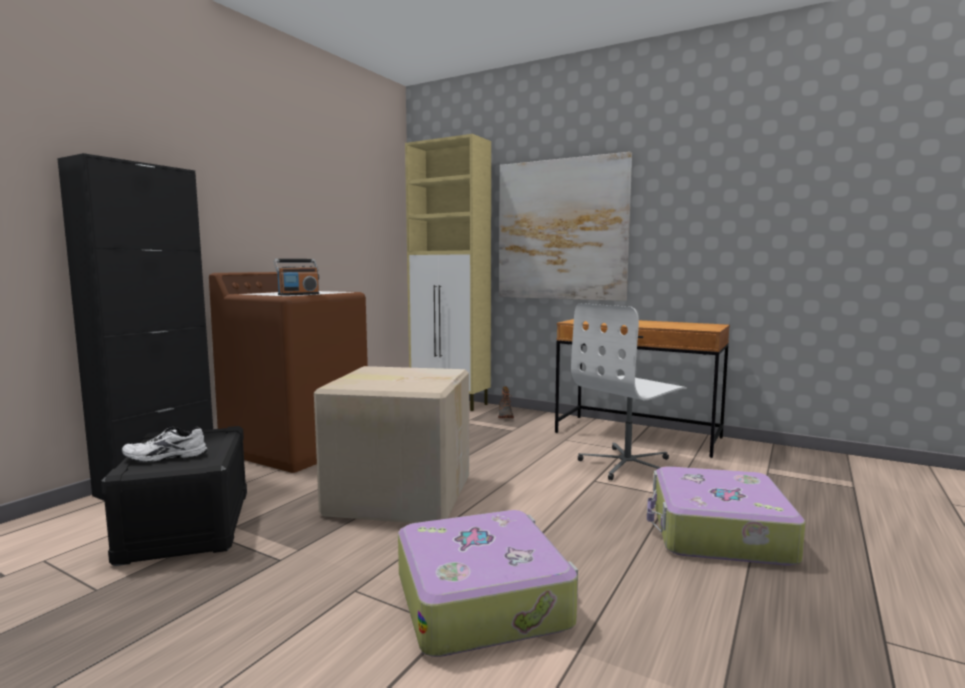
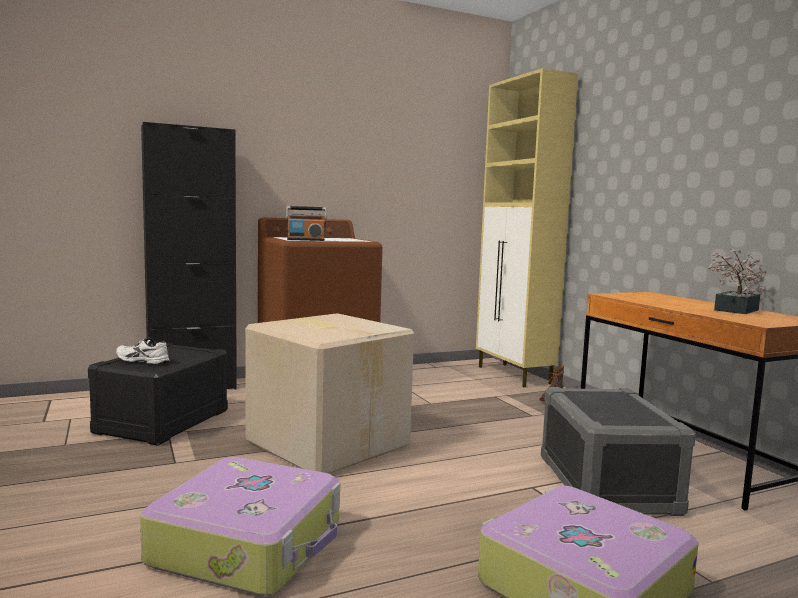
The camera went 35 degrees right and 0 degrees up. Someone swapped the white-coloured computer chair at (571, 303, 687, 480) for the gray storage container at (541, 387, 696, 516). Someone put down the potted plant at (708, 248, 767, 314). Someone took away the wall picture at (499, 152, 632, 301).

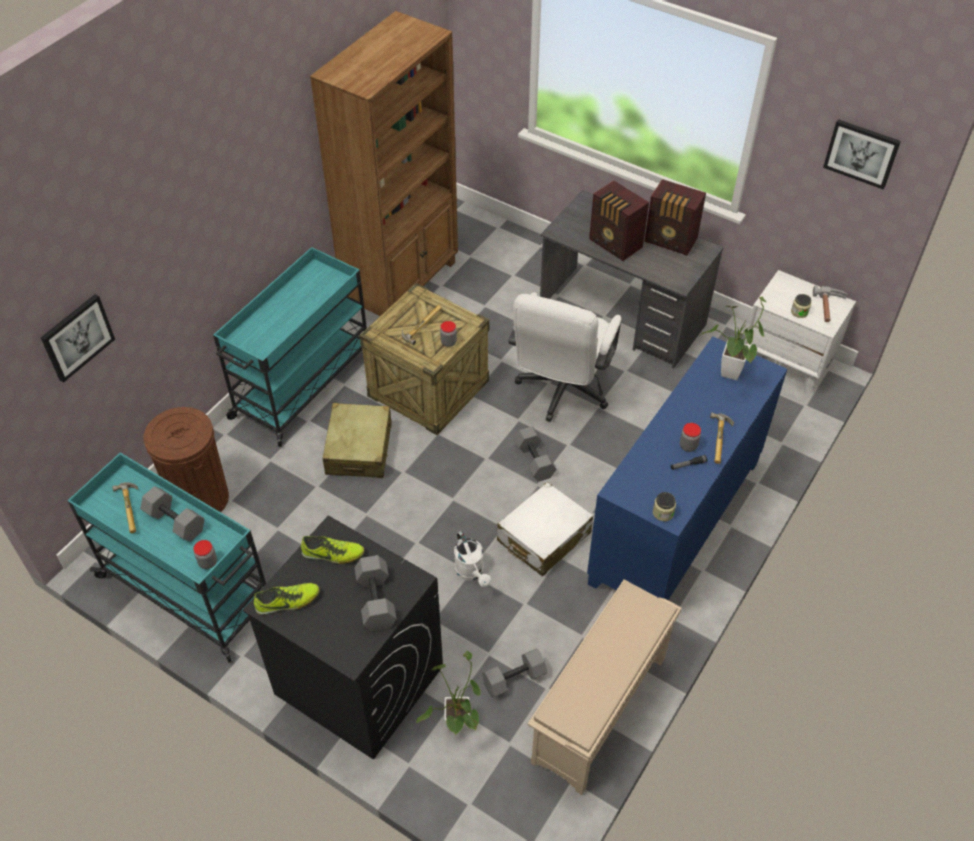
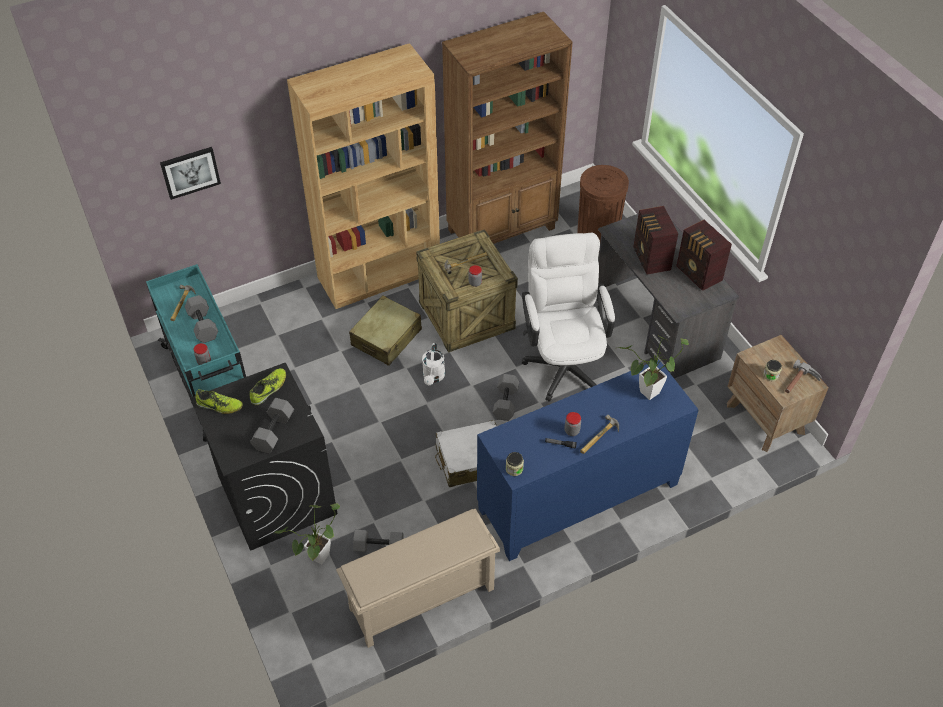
The camera went 30 degrees right and 0 degrees up. Someone rotated the shoe at (301, 536, 364, 564) by 90 degrees counterclockwise. Someone swapped the turquoise cart at (213, 247, 367, 447) for the brown-coloured bookcase at (287, 43, 440, 309). Someone carried the white-coloured watering can from (454, 531, 491, 587) to (422, 343, 445, 385). Someone rotated the white-coloured computer chair at (508, 292, 621, 422) by 120 degrees clockwise. Someone carried the brown-coloured trash can from (143, 407, 229, 512) to (577, 165, 629, 241). Someone repainted the white-coloured nightstand at (744, 270, 856, 395), which became the brown-coloured nightstand at (727, 335, 829, 452). Someone took away the wall picture at (823, 119, 901, 189).

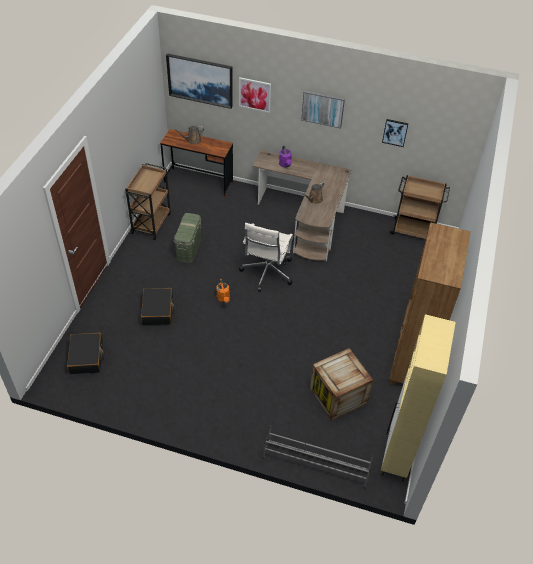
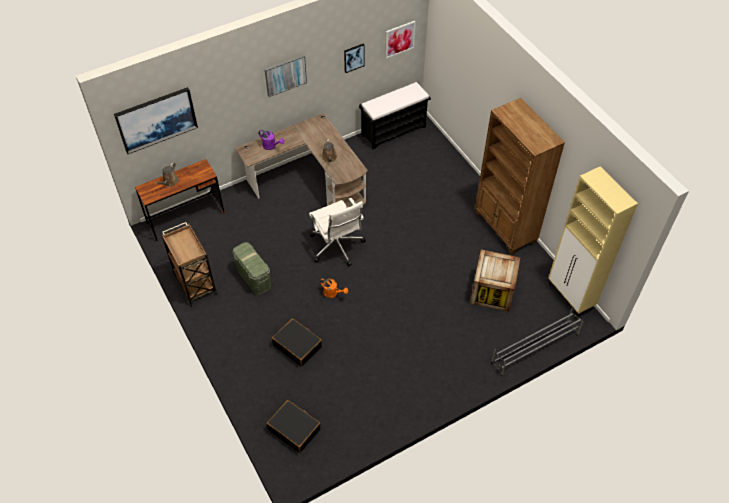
The camera went 45 degrees left and 5 degrees up. Someone swapped the brown-coloured cart at (389, 175, 450, 239) for the black long seat at (359, 82, 431, 150). Someone carried the wall picture from (239, 77, 272, 113) to (385, 21, 416, 59).

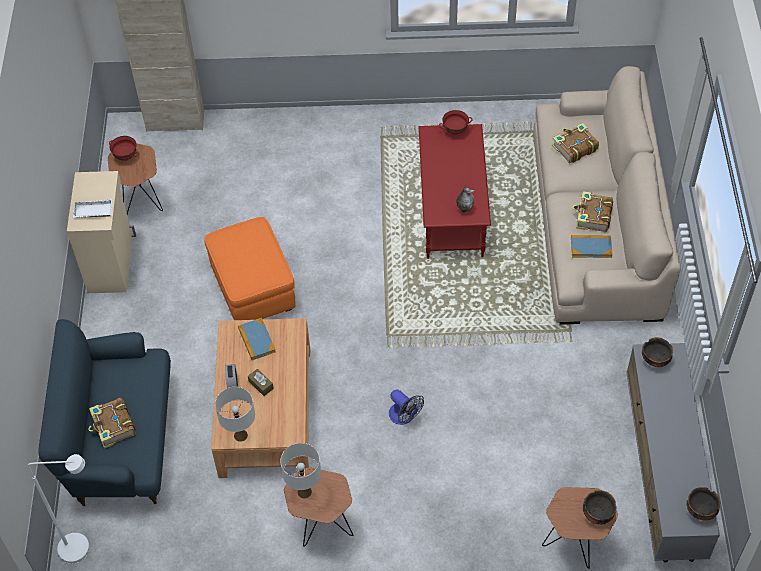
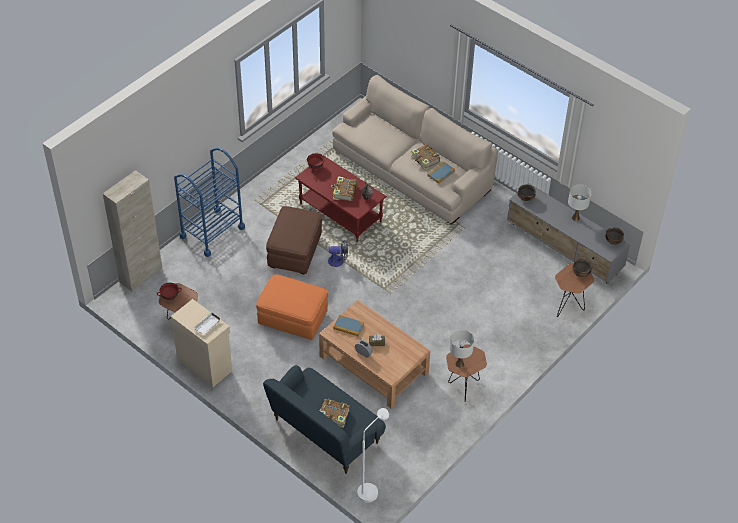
The camera went 50 degrees left and 5 degrees down. Someone put down the blue cart at (174, 148, 245, 257). Someone put down the brown-coloured pouffe at (266, 206, 322, 274). Someone carried the electric fan from (389, 389, 424, 425) to (328, 240, 348, 267). Someone carried the book from (552, 123, 599, 163) to (331, 176, 357, 201). Someone carried the white-coloured lamp for a table from (215, 387, 255, 442) to (568, 185, 591, 221).

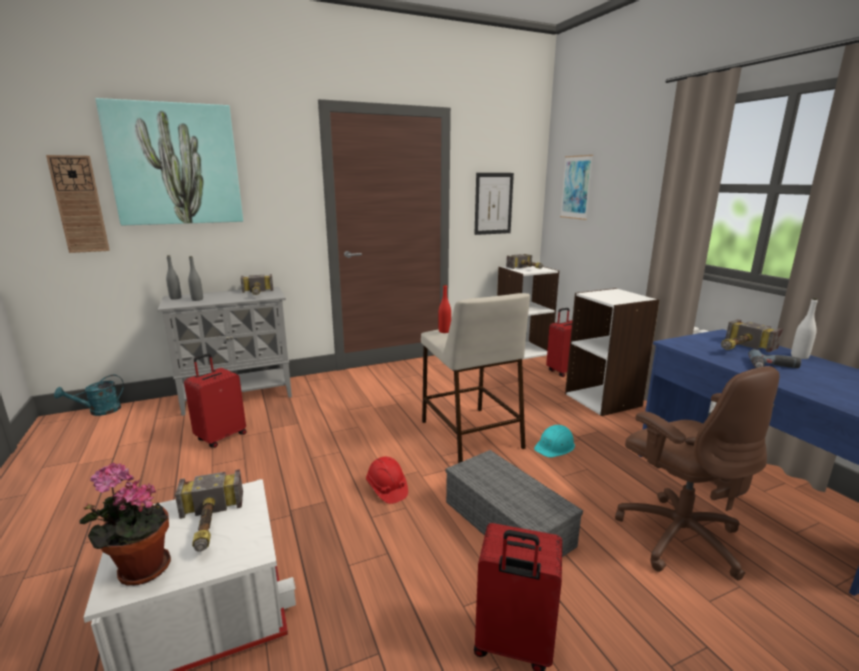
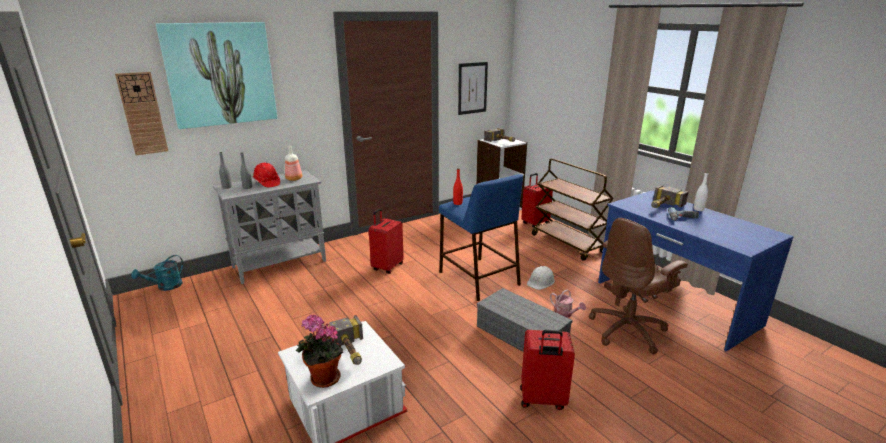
The camera went 10 degrees left and 5 degrees up. Someone carried the red-coloured hard hat from (366, 457, 408, 504) to (253, 163, 280, 187). Someone swapped the hand hammer at (240, 274, 273, 295) for the drink bottle at (285, 146, 302, 181). Someone carried the red-coloured piece of luggage from (184, 353, 247, 448) to (369, 208, 404, 274). Someone repainted the beige stool at (421, 293, 530, 463), which became the blue stool at (439, 174, 523, 301). Someone repainted the turquoise hard hat at (534, 425, 575, 458), which became the white-coloured hard hat at (527, 266, 555, 290). Someone swapped the white-coloured bookcase at (565, 288, 659, 416) for the brown-coloured cart at (532, 158, 614, 261). Someone put down the watering can at (550, 289, 586, 318). Someone rotated the brown-coloured computer chair at (615, 366, 780, 580) by 90 degrees clockwise. Someone took away the wall picture at (560, 155, 593, 220).

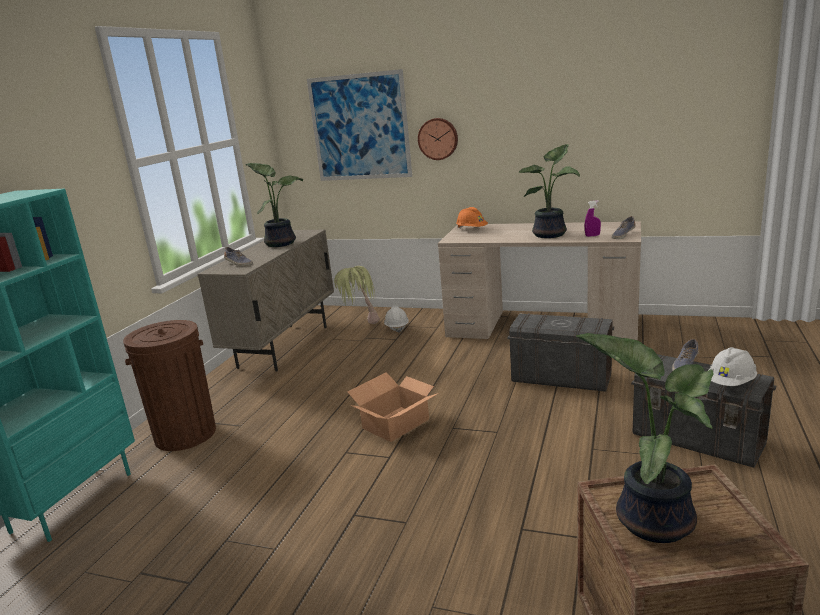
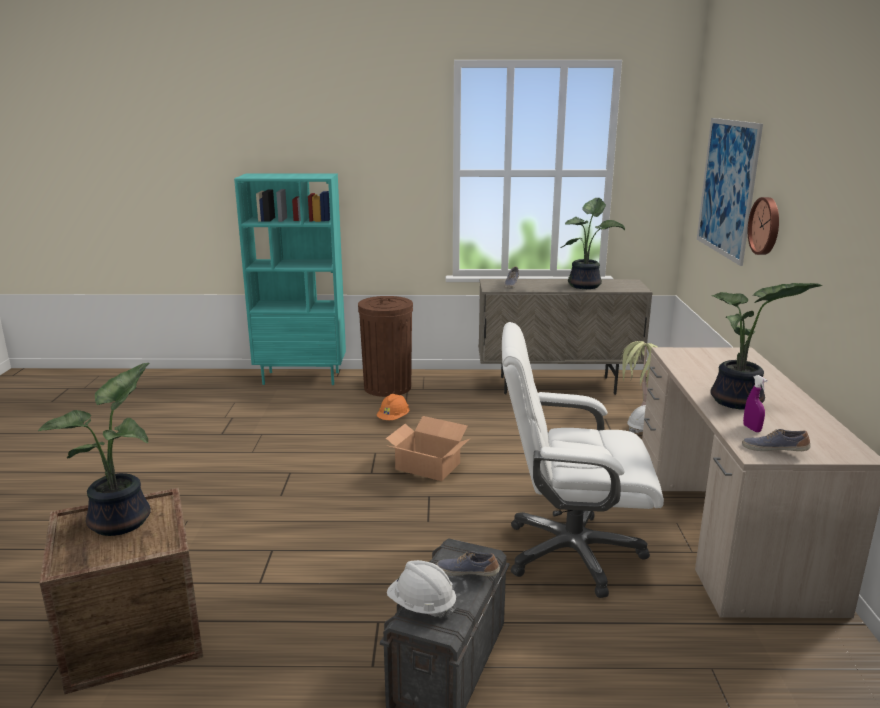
The camera went 70 degrees right and 0 degrees up. Someone carried the orange-coloured hard hat from (456, 207, 488, 229) to (377, 394, 409, 420). Someone swapped the gray storage container at (507, 313, 614, 392) for the white-coloured computer chair at (502, 322, 664, 598).

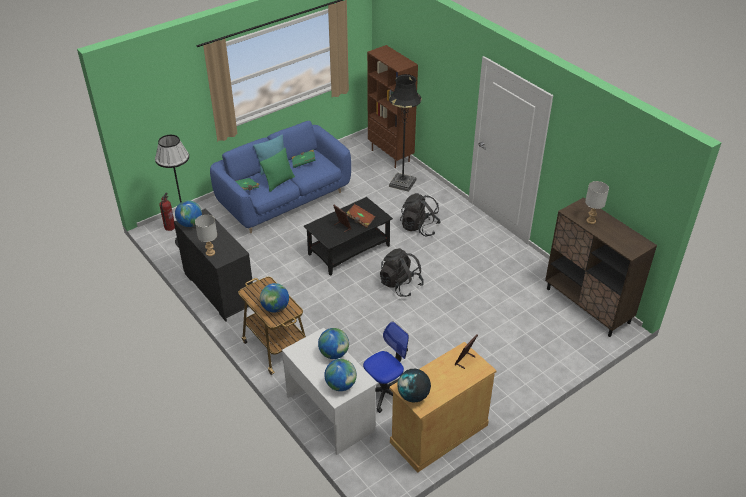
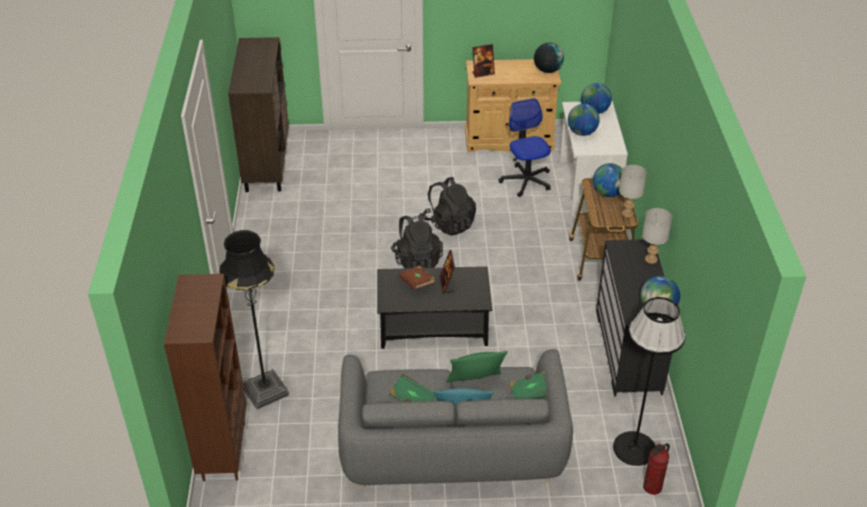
The camera went 145 degrees left and 0 degrees up. Someone repainted the blue couch at (210, 121, 351, 233), which became the gray couch at (338, 349, 573, 488). Someone carried the black backpack from (400, 193, 441, 236) to (423, 177, 476, 236). Someone rotated the computer chair at (363, 321, 409, 413) by 75 degrees clockwise. Someone carried the gray lamp for a table from (585, 181, 609, 224) to (619, 165, 647, 218).

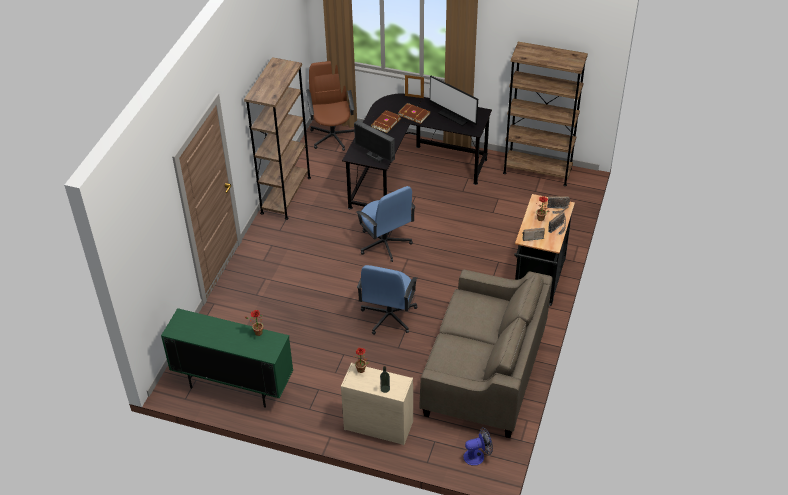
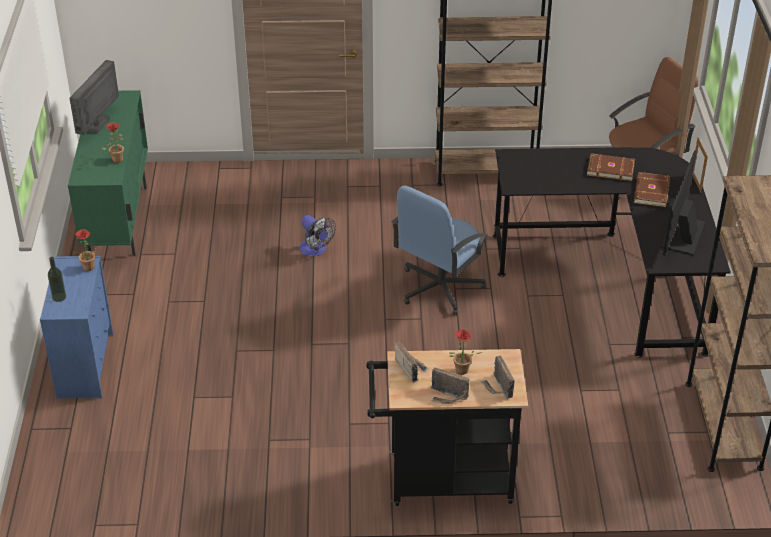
The camera went 70 degrees right and 5 degrees down. Someone repainted the beige dresser at (341, 363, 413, 445), which became the blue dresser at (40, 256, 113, 398). Someone carried the monitor from (354, 120, 395, 163) to (70, 60, 119, 135). Someone carried the electric fan from (463, 427, 493, 466) to (299, 215, 336, 257). Someone took away the blue computer chair at (357, 265, 418, 335). Someone took away the beige couch at (419, 270, 553, 438).

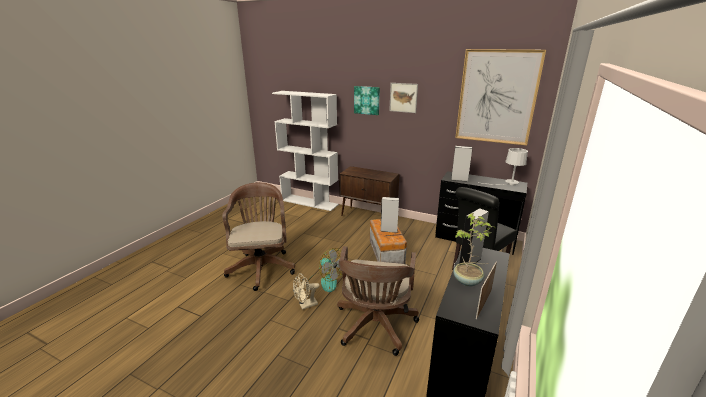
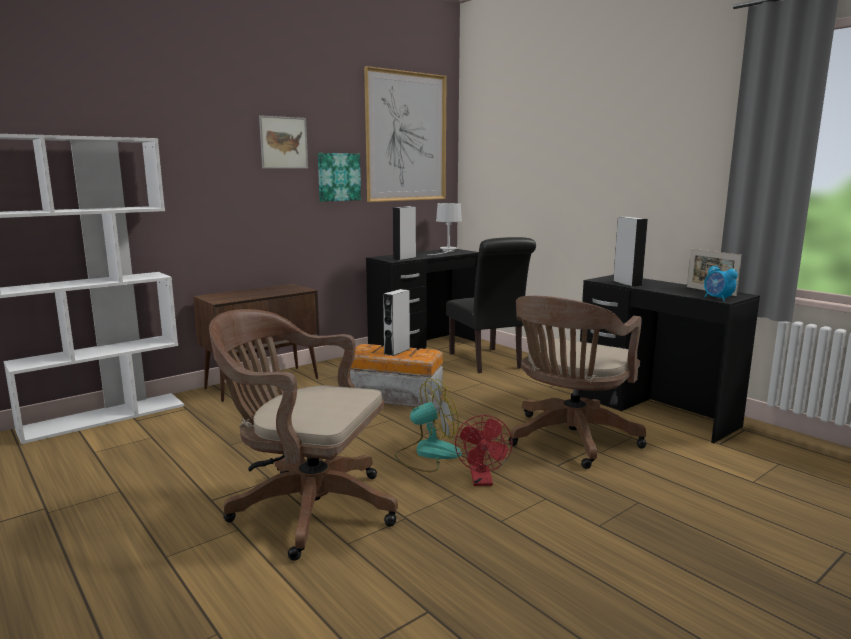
The camera went 65 degrees left and 10 degrees down. Someone carried the wall picture from (354, 86, 380, 115) to (318, 153, 361, 202). Someone repainted the beige electric fan at (293, 273, 320, 310), which became the red-coloured electric fan at (455, 415, 512, 486). Someone rotated the brown-coloured computer chair at (337, 246, 419, 356) by 90 degrees clockwise. Someone put down the alarm clock at (704, 262, 738, 301). Someone took away the potted plant at (453, 213, 496, 287).

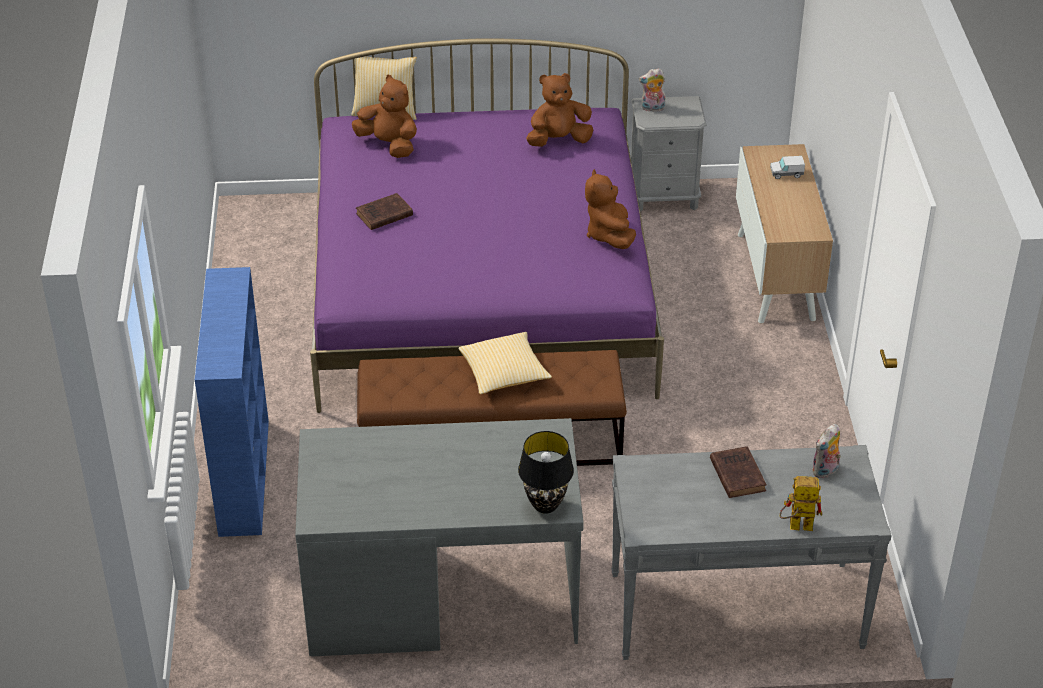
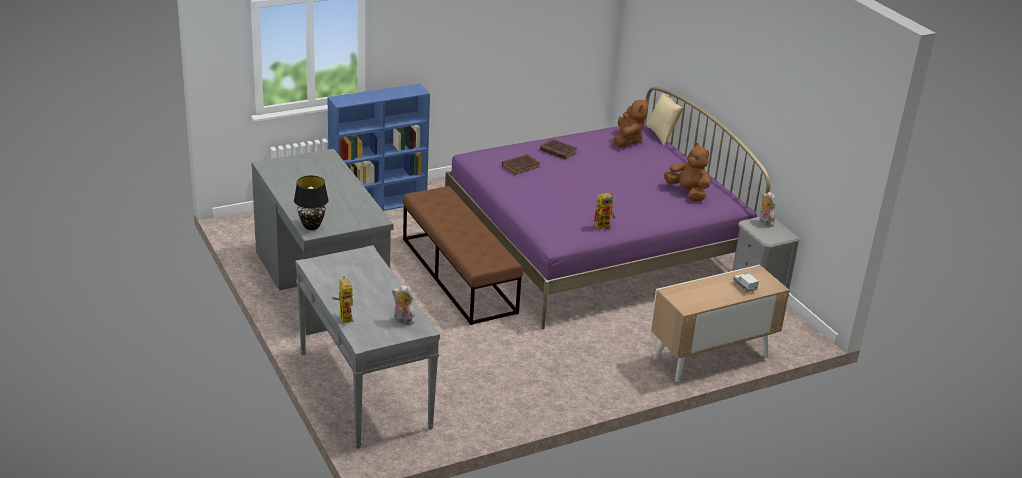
The camera went 65 degrees right and 10 degrees down. Someone carried the brown-coloured book from (710, 446, 767, 498) to (502, 154, 540, 175). Someone swapped the brown-coloured plush toy at (585, 169, 636, 249) for the model robot at (593, 192, 616, 230). Someone took away the cushion at (458, 332, 552, 394).

